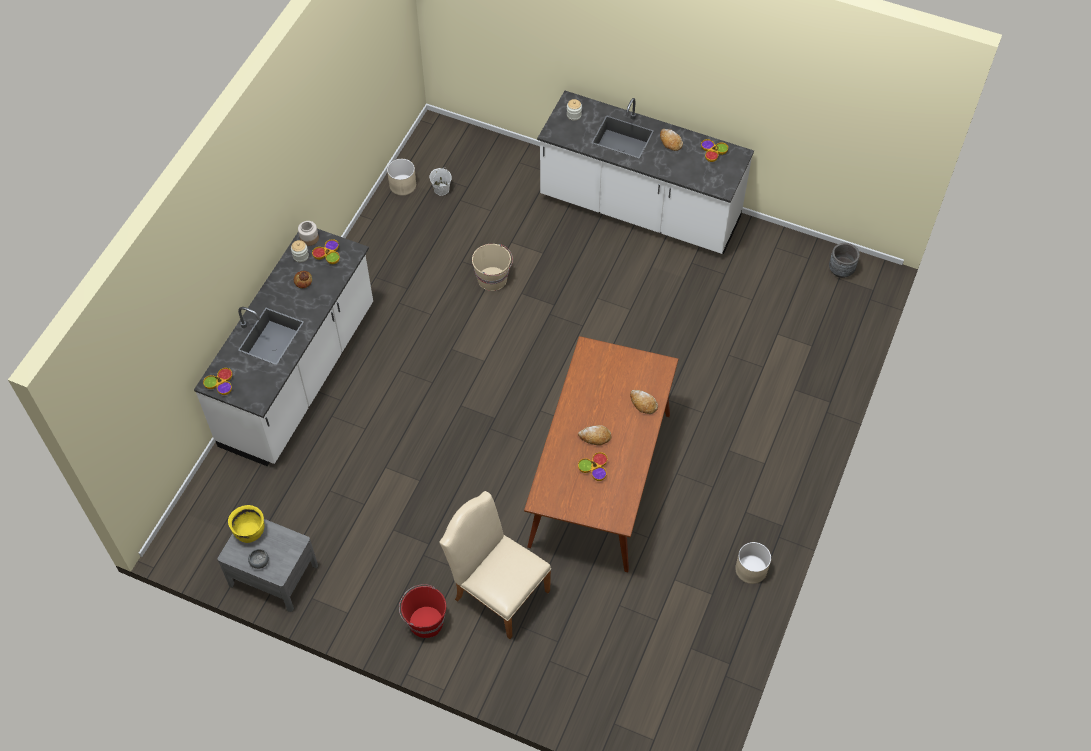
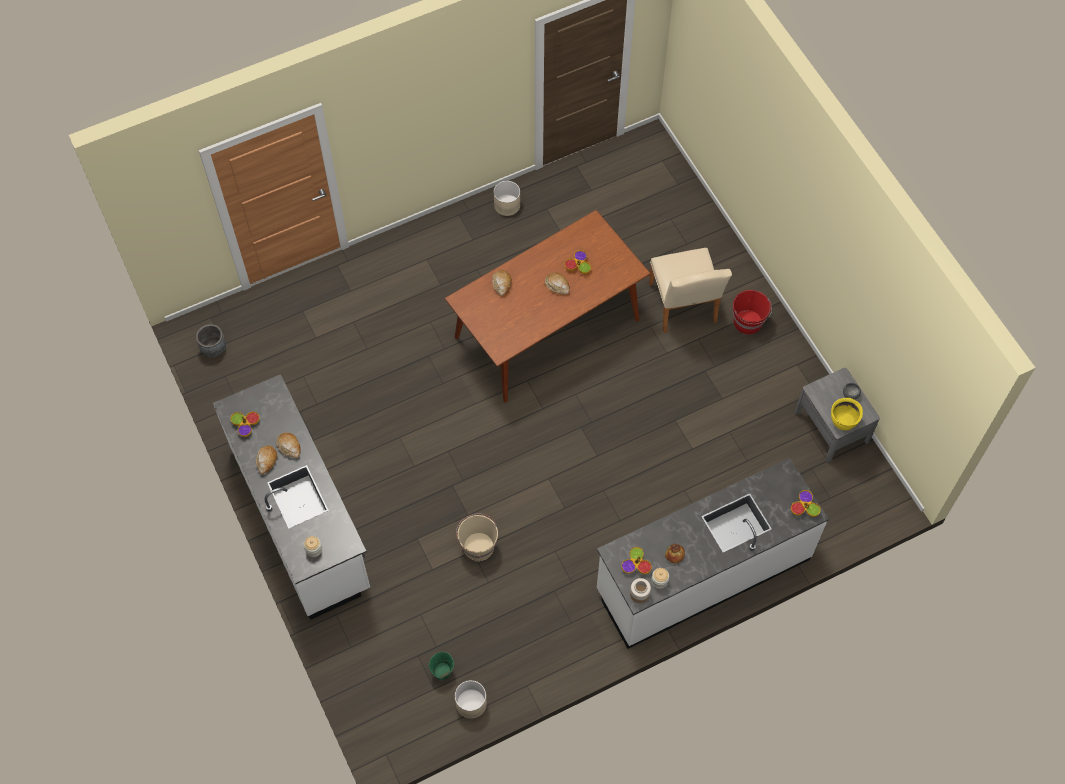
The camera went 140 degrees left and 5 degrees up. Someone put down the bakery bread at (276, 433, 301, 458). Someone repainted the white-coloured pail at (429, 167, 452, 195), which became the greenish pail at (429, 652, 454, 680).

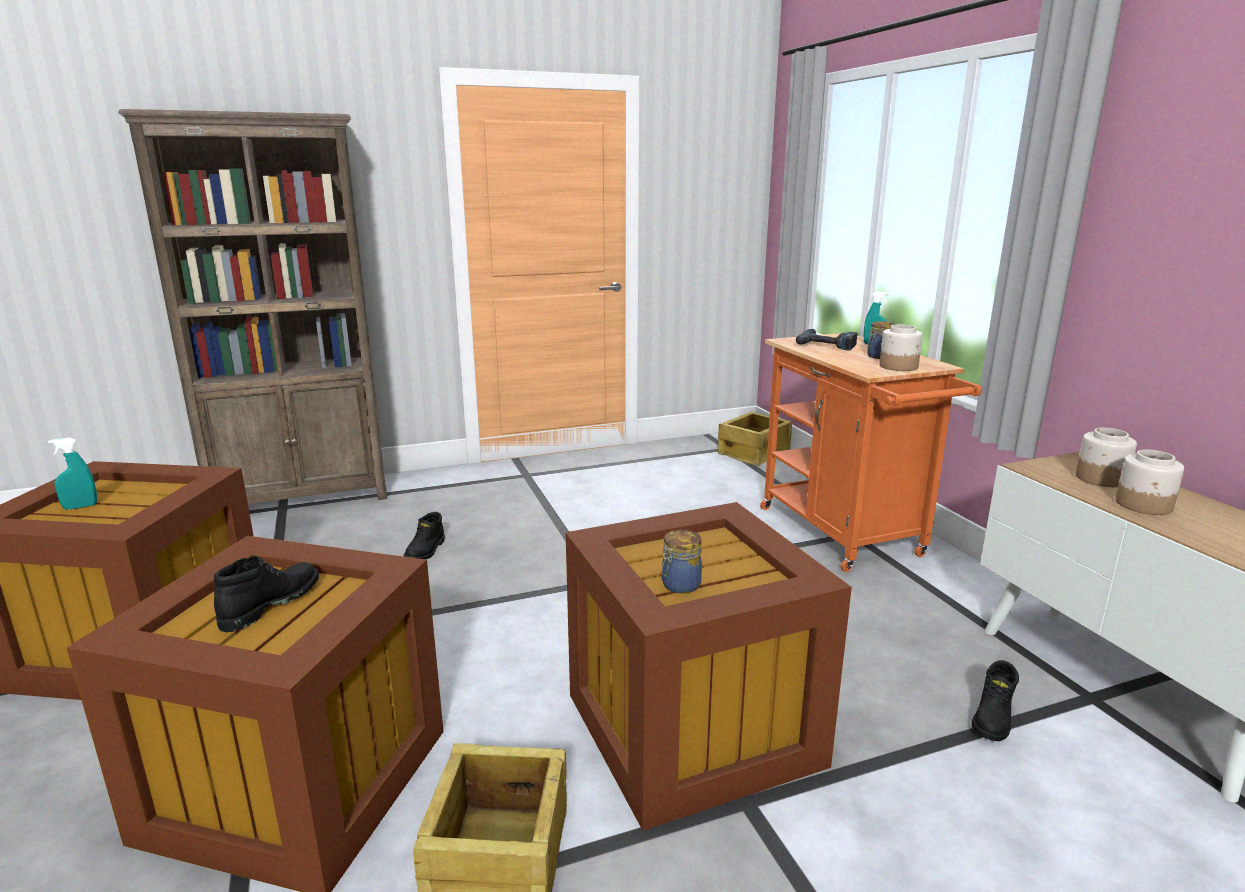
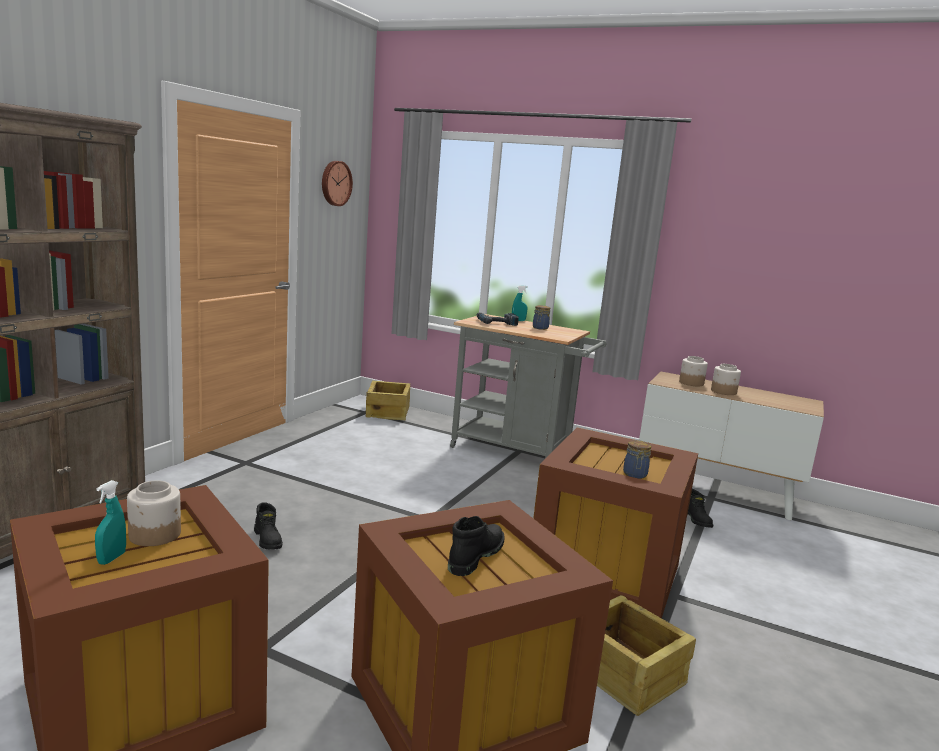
The camera went 45 degrees left and 5 degrees down. Someone carried the preserve jar from (879, 324, 923, 371) to (127, 480, 181, 546). Someone put up the wall clock at (322, 161, 353, 206). Someone rotated the black boot at (214, 556, 319, 632) by 45 degrees clockwise. Someone repainted the orange-coloured cart at (760, 333, 982, 572), which became the gray cart at (450, 314, 606, 459).

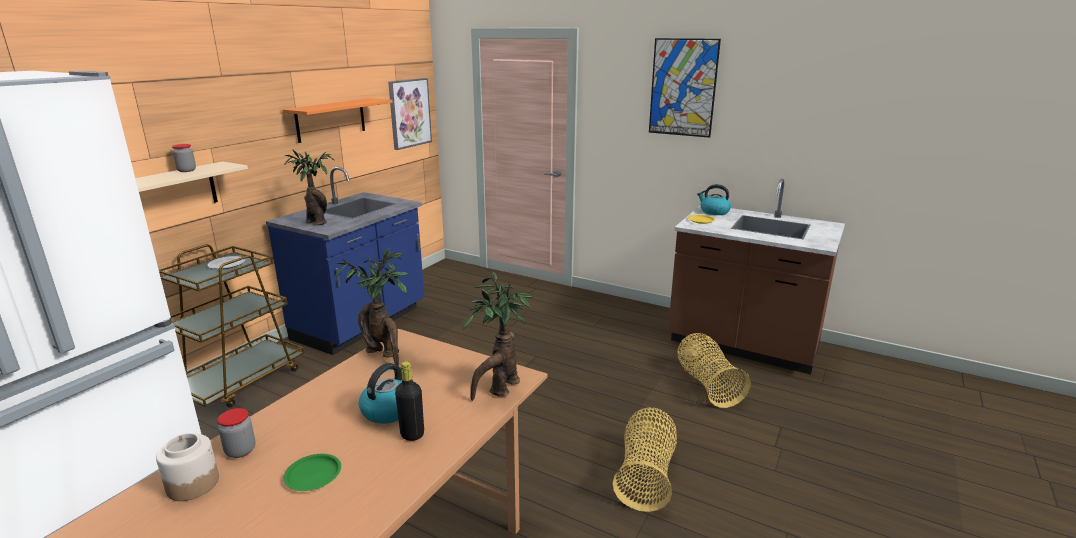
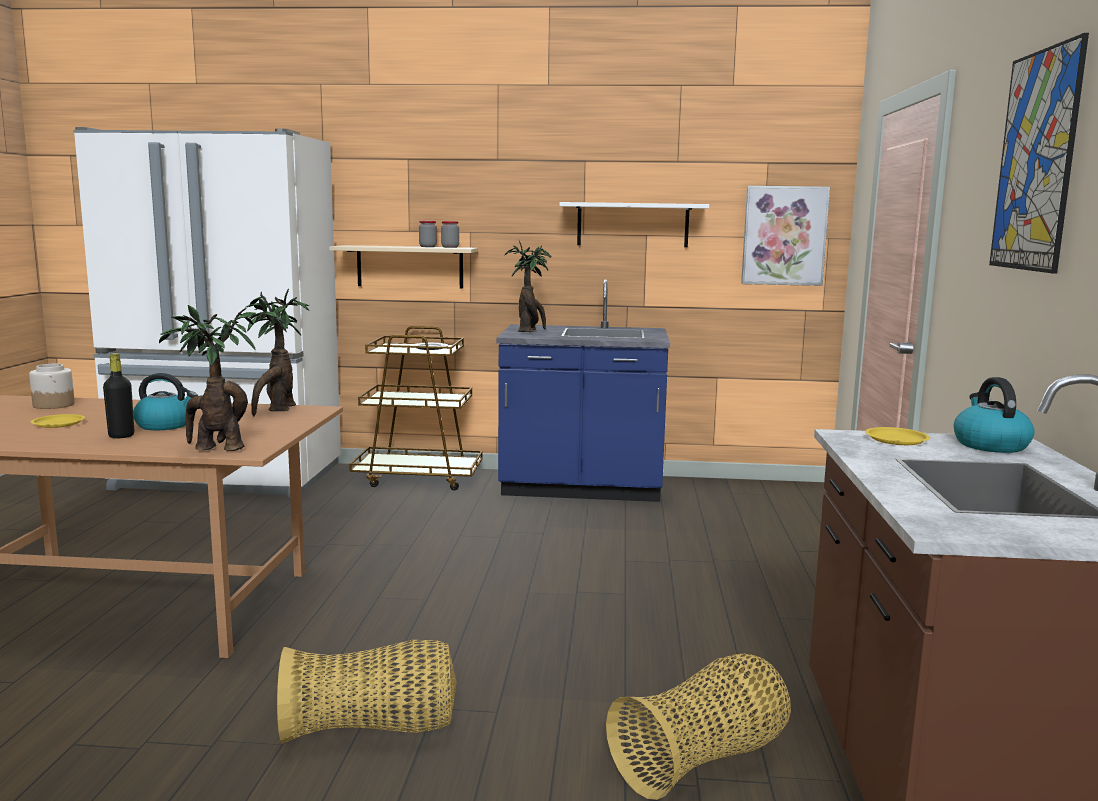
The camera went 65 degrees right and 10 degrees down. Someone repainted the greenish dinner plate at (284, 454, 341, 491), which became the yellow dinner plate at (31, 414, 85, 428). Someone carried the preserve jar from (217, 408, 256, 458) to (441, 221, 459, 248). Someone repainted the orange-coloured wall shelf at (282, 98, 393, 143), which became the white-coloured wall shelf at (559, 202, 709, 247).

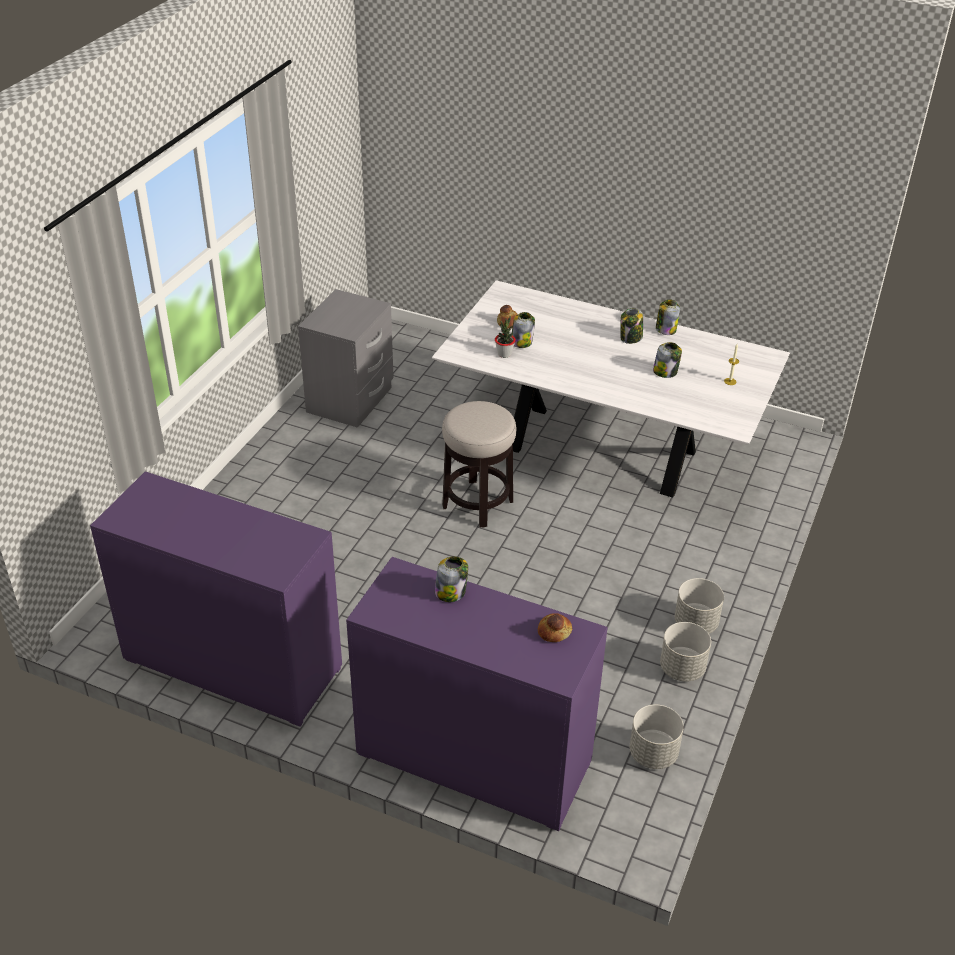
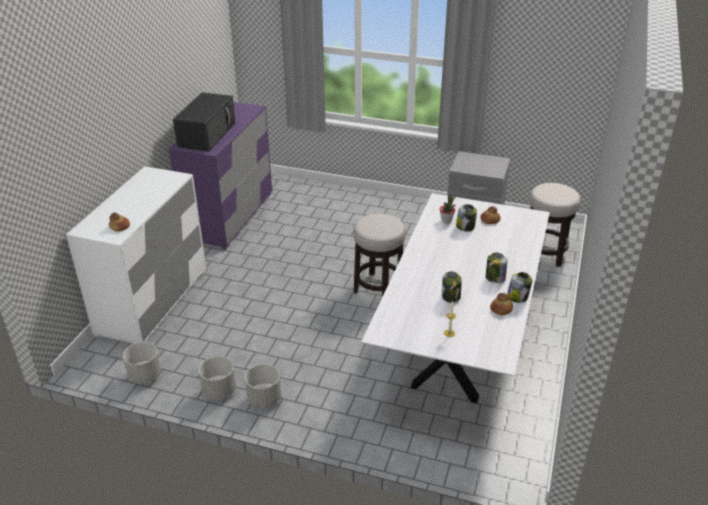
The camera went 85 degrees right and 5 degrees down. Someone repainted the purple-coloured dresser at (346, 557, 608, 831), which became the white-coloured dresser at (66, 166, 206, 344). Someone put down the black microwave oven at (173, 92, 235, 152). Someone put down the bakery bread at (490, 293, 513, 315). Someone put down the stool at (529, 183, 581, 267). Someone took away the preserve jar at (435, 556, 468, 602).

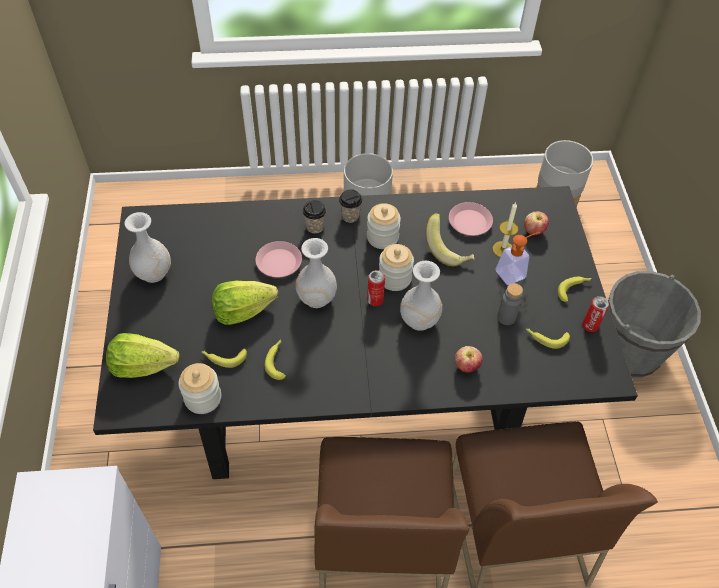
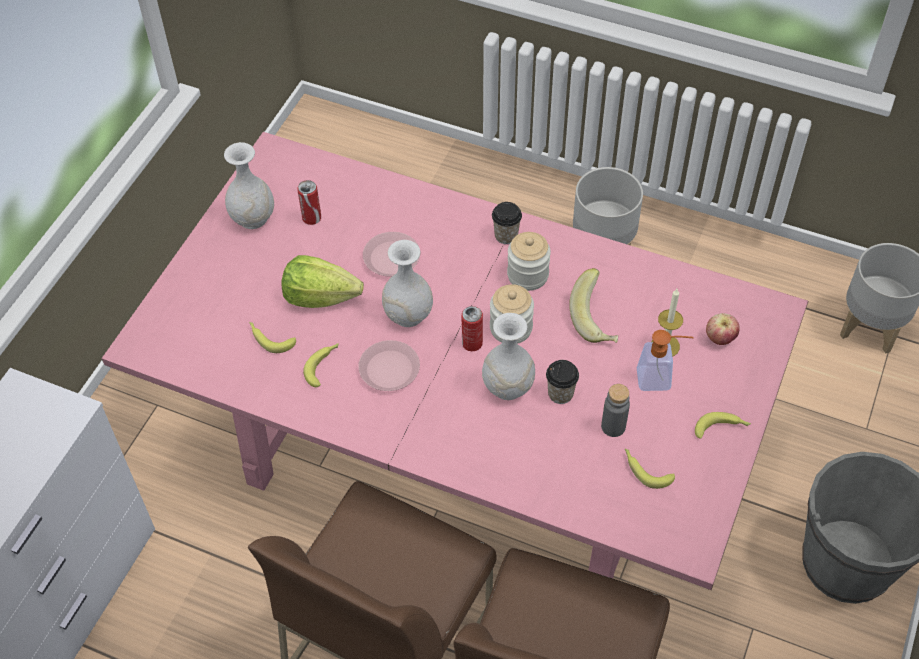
The camera went 30 degrees right and 0 degrees up. Someone repainted the black kitchen table at (93, 186, 638, 479), which became the pink-coloured kitchen table at (102, 132, 809, 590). Someone carried the metal can from (582, 296, 609, 332) to (297, 180, 321, 225). Someone carried the pink-coloured dinner plate from (449, 202, 493, 236) to (358, 340, 420, 391). Someone carried the cup from (302, 200, 326, 234) to (546, 360, 579, 404). Someone took away the head of lettuce at (106, 333, 179, 378). Someone took away the preserve jar at (179, 363, 221, 414). Someone took away the apple at (455, 346, 483, 372).

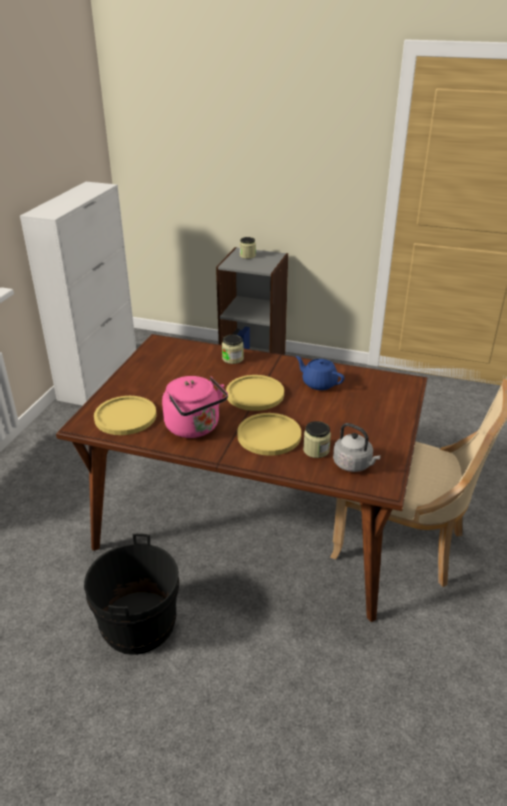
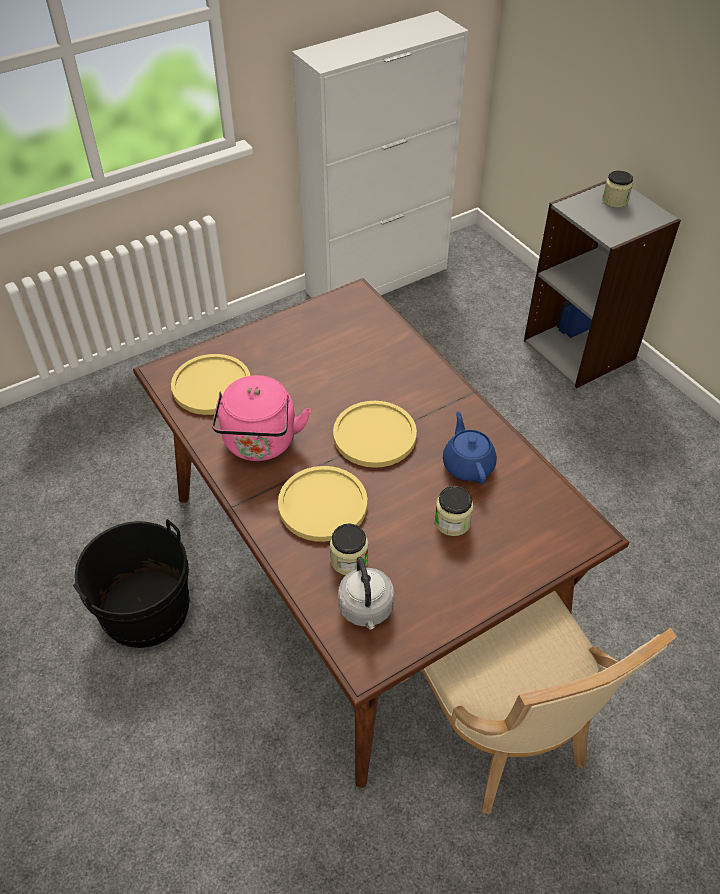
The camera went 40 degrees right and 15 degrees up. Someone carried the preserve jar from (222, 335, 244, 364) to (435, 486, 474, 536).

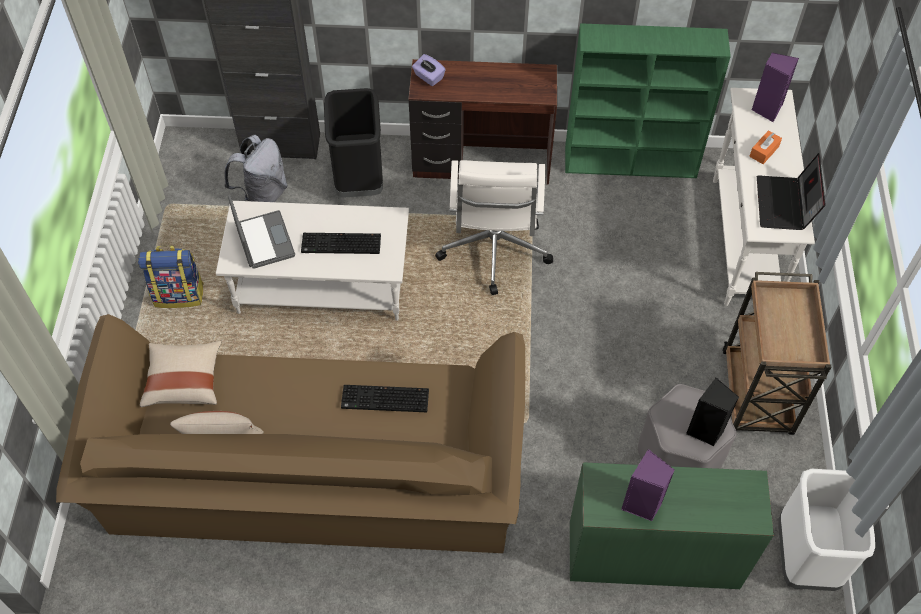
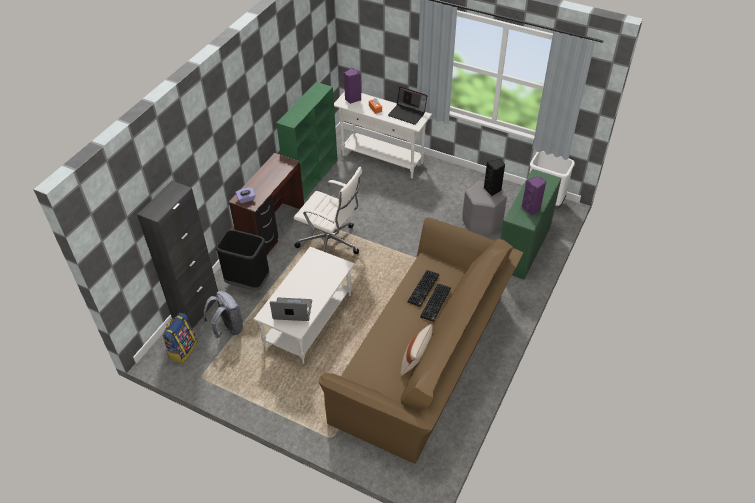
The camera went 65 degrees left and 10 degrees down. Someone carried the backpack from (138, 245, 204, 308) to (162, 313, 197, 363). Someone carried the PC keyboard from (301, 233, 381, 254) to (420, 283, 451, 322). Someone took away the beige cushion at (140, 341, 221, 407). Someone took away the brown-coloured cart at (723, 272, 831, 435).

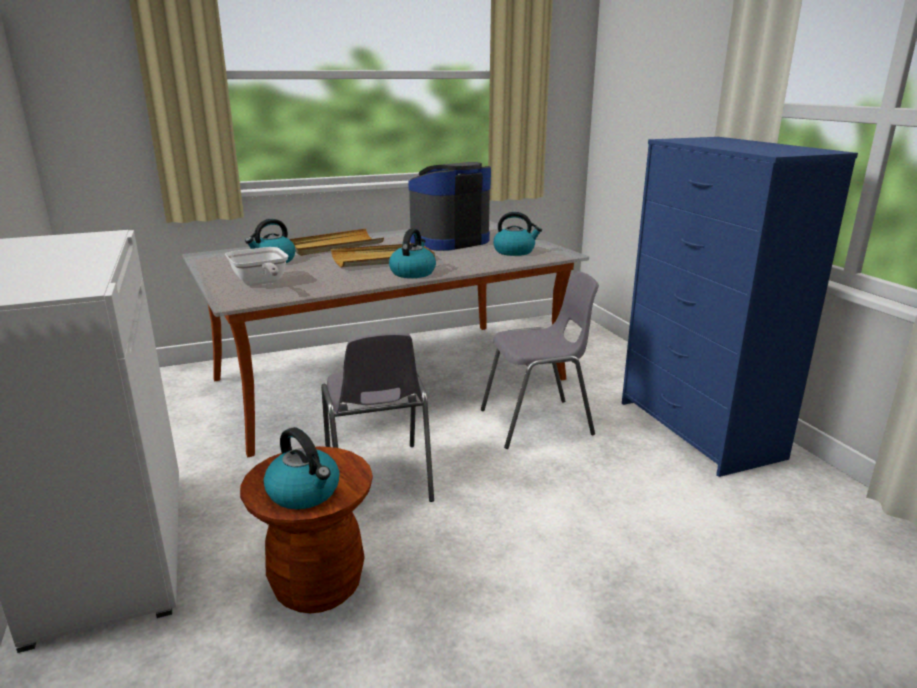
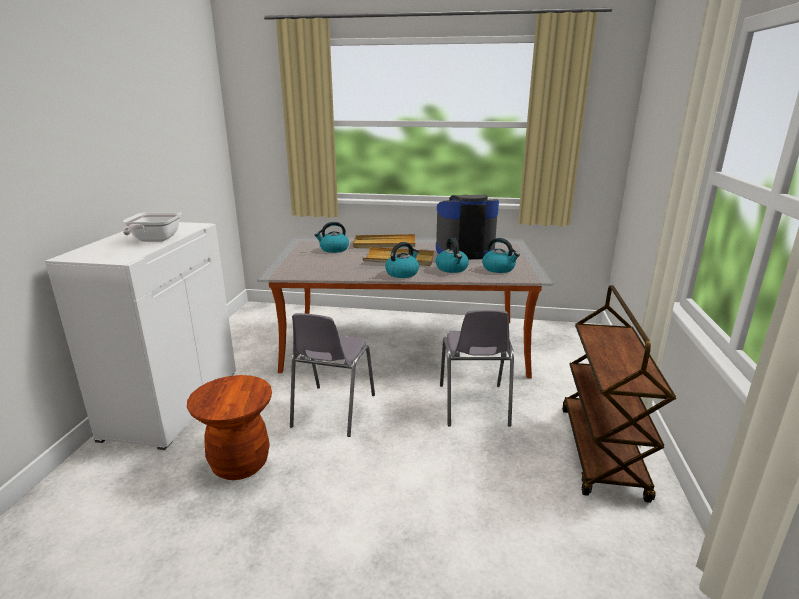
The camera went 30 degrees right and 0 degrees up. Someone carried the skillet from (225, 247, 288, 286) to (123, 212, 181, 242). Someone carried the water kettle from (264, 427, 340, 509) to (436, 238, 469, 273). Someone rotated the gray plain chair at (481, 271, 599, 449) by 75 degrees clockwise. Someone swapped the blue dresser at (622, 137, 858, 477) for the brown-coloured cart at (562, 285, 676, 503).

